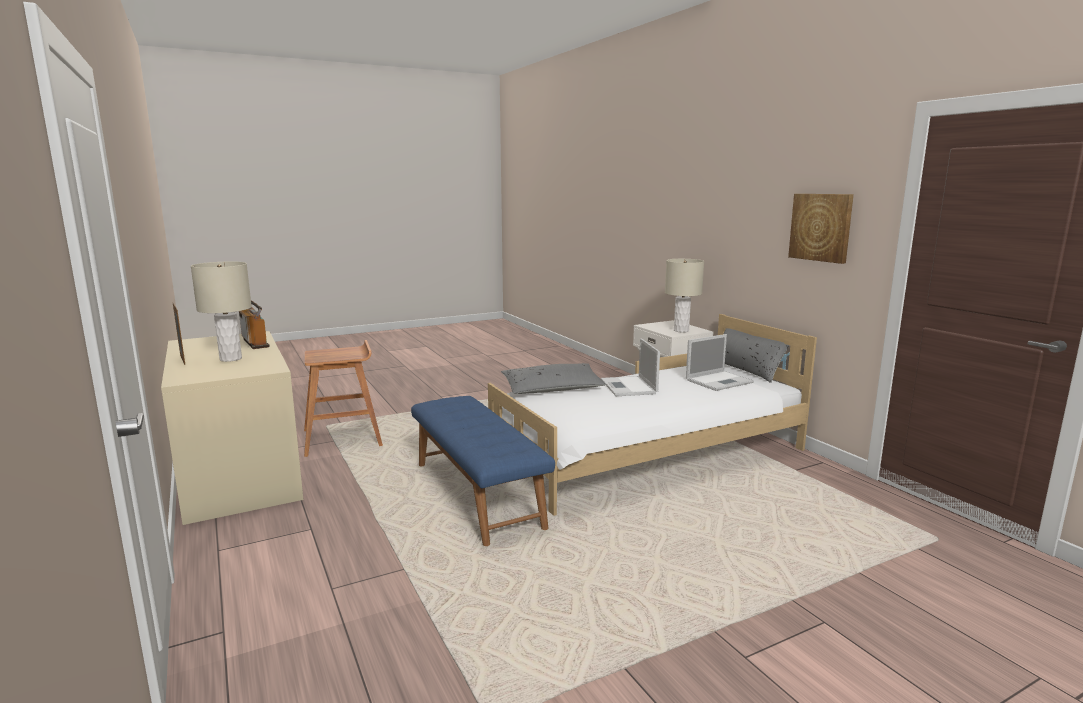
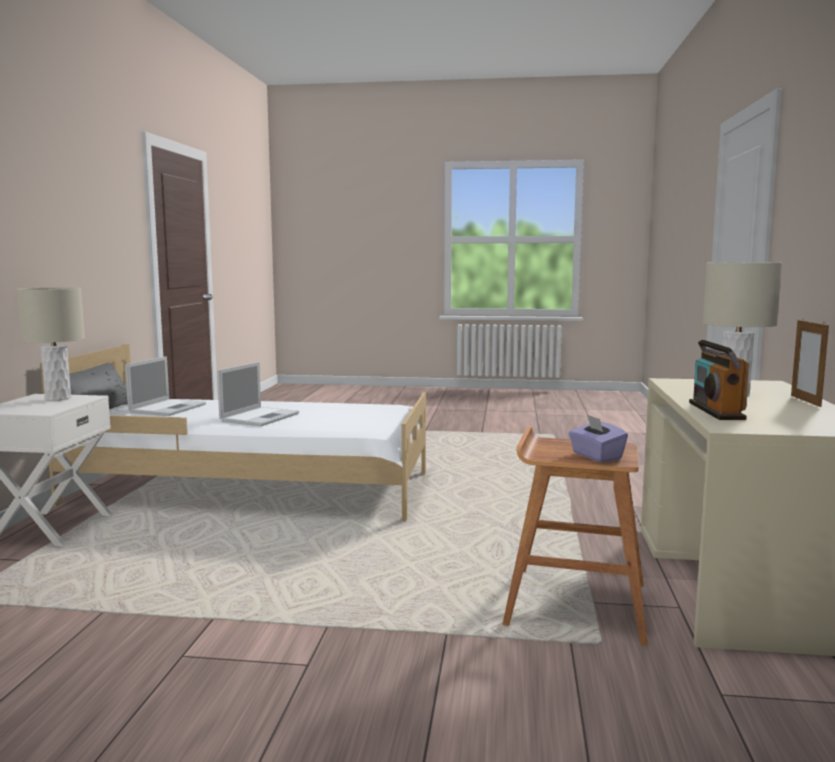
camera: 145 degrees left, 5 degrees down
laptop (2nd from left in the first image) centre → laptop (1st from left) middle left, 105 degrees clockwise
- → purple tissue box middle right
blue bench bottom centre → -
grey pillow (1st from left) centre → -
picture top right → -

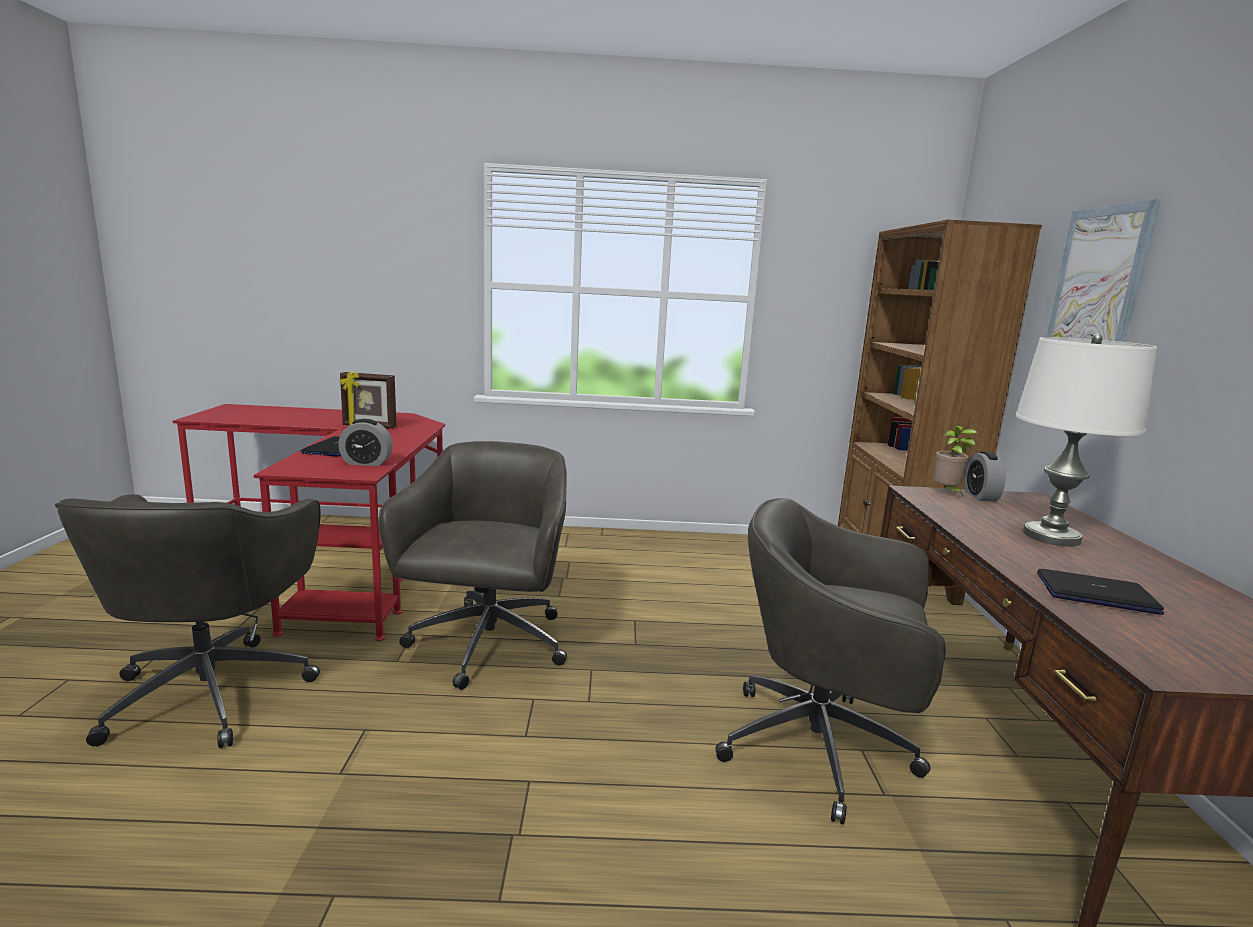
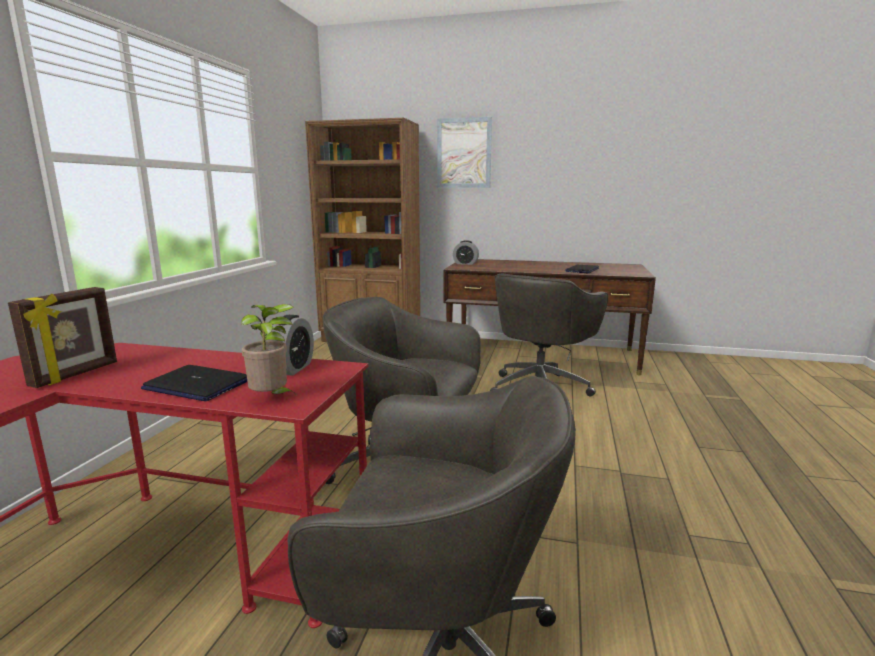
camera: 75 degrees left, 0 degrees up
potted plant middle right → potted plant middle left, move
white table lamp middle right → -

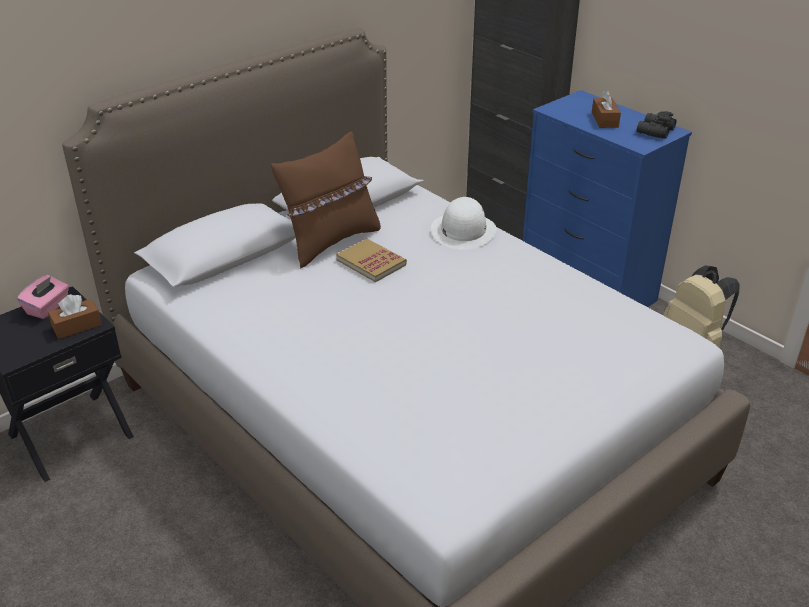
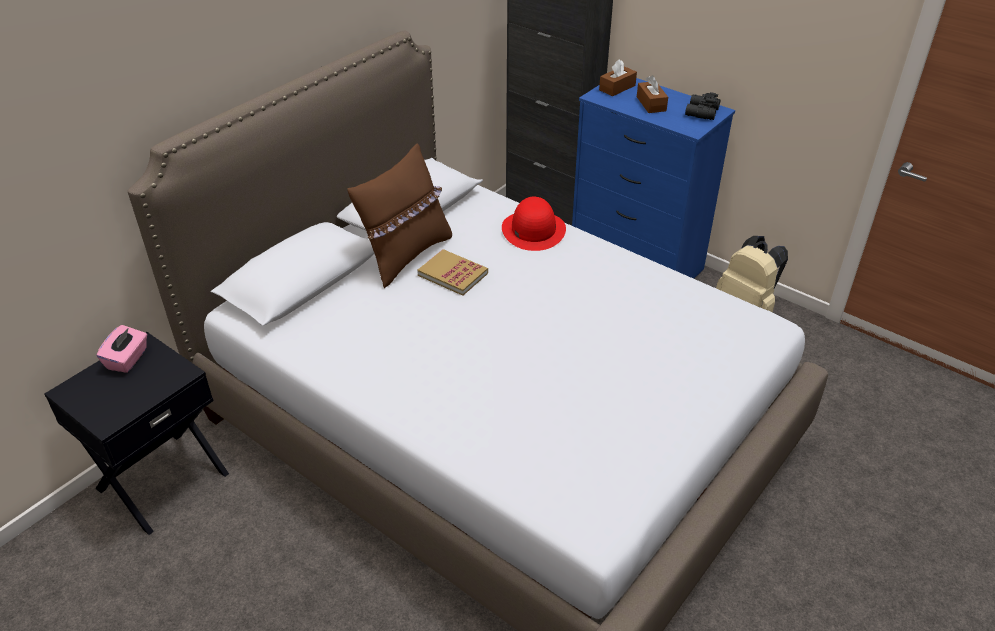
camera: 10 degrees left, 5 degrees up
white hat centre → red hat centre
brown tissue box (1st from left) middle left → brown tissue box (1st from left) top centre, move

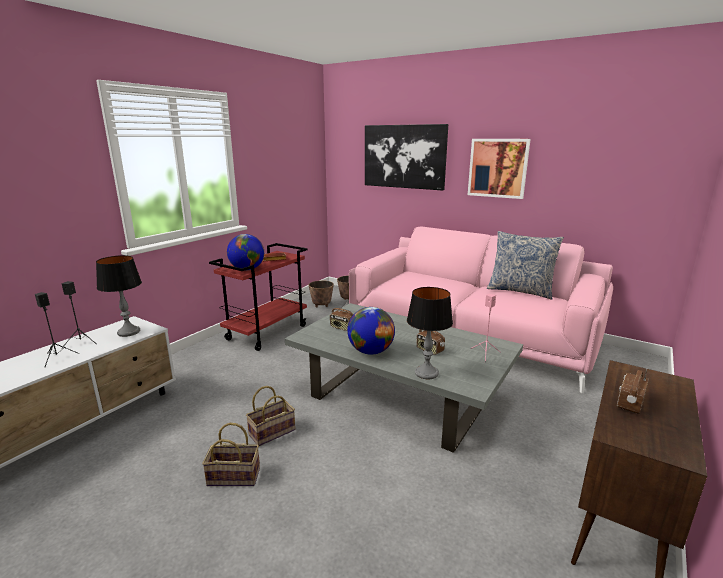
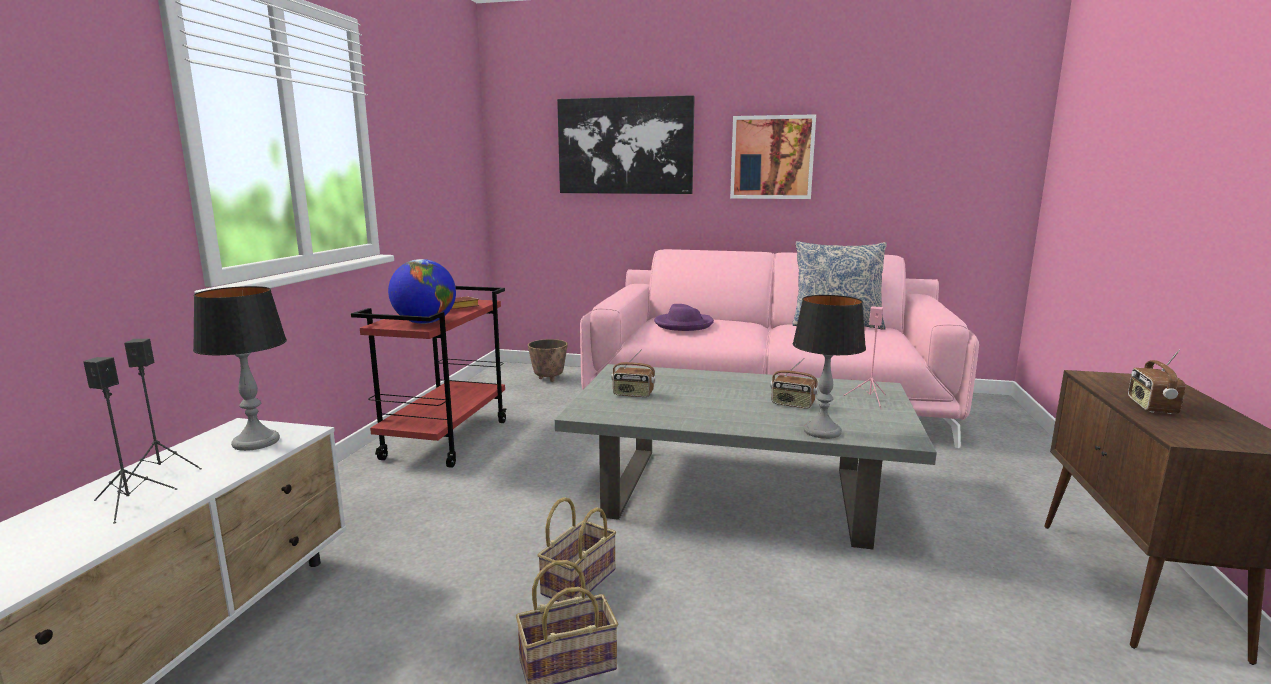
camera: 20 degrees left, 5 degrees down
- → purple hat centre
planter (1st from left) centre → -
globe (2nd from left) centre → -

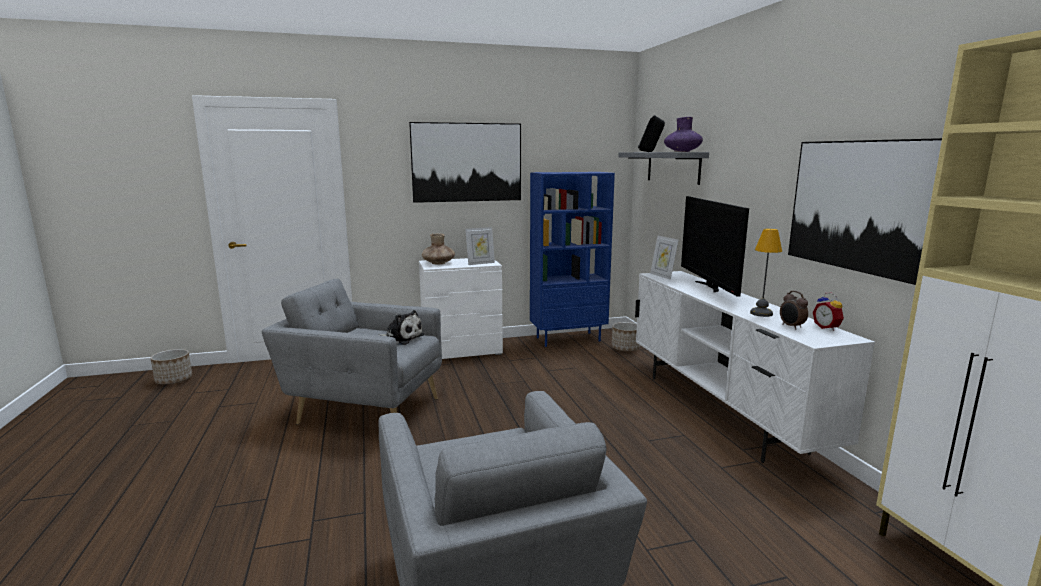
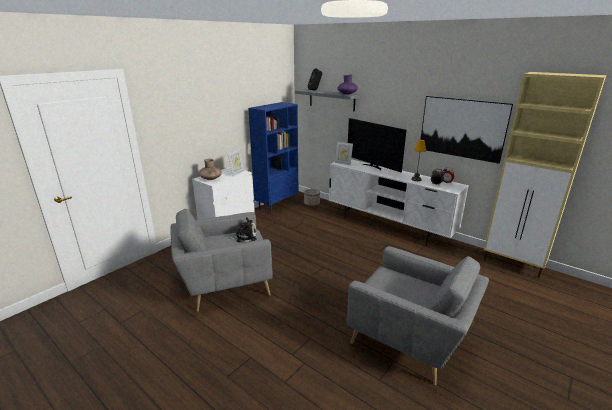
camera: 35 degrees left, 10 degrees up
planter (1st from left) middle left → -
picture (1st from left) top centre → -

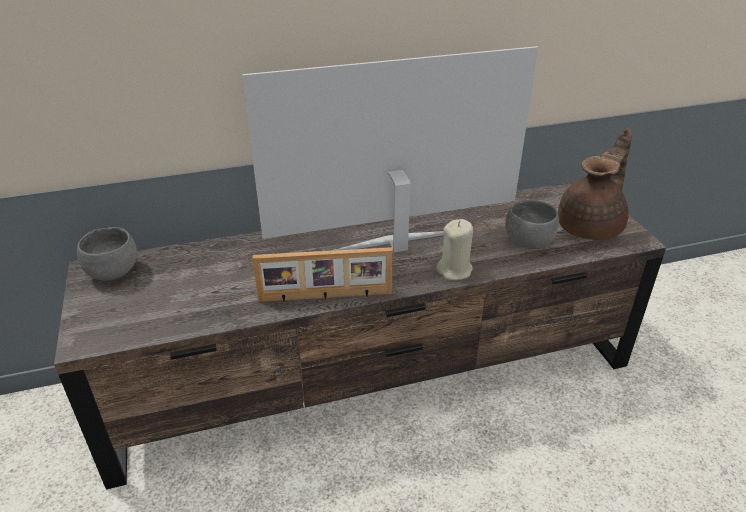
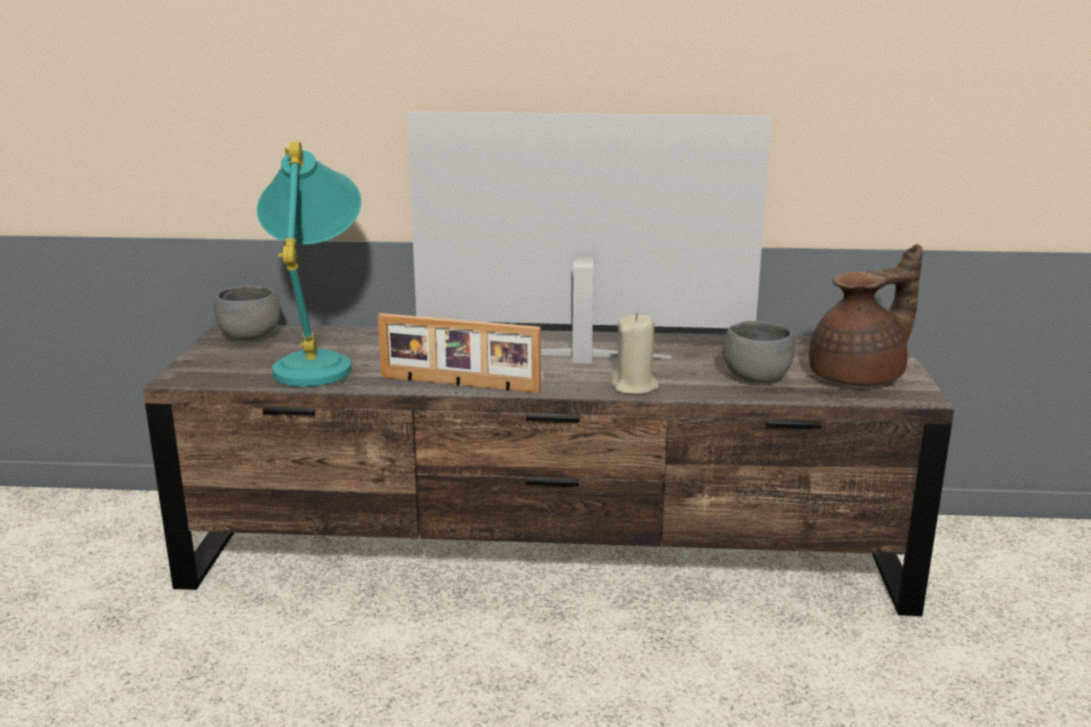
camera: 20 degrees right, 15 degrees down
- → turquoise table lamp middle left

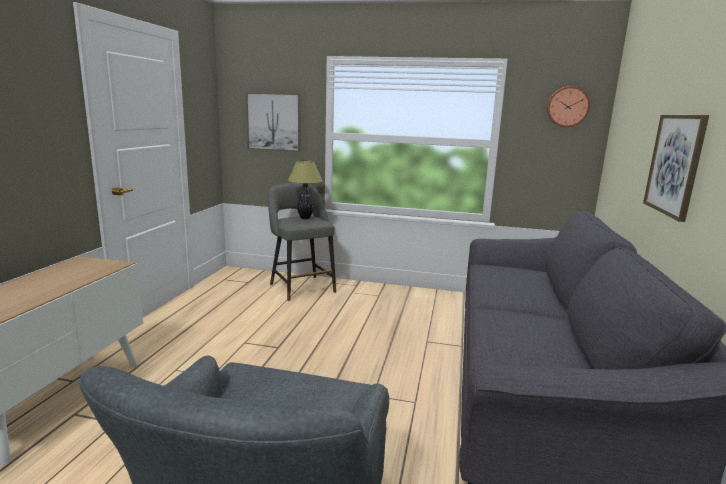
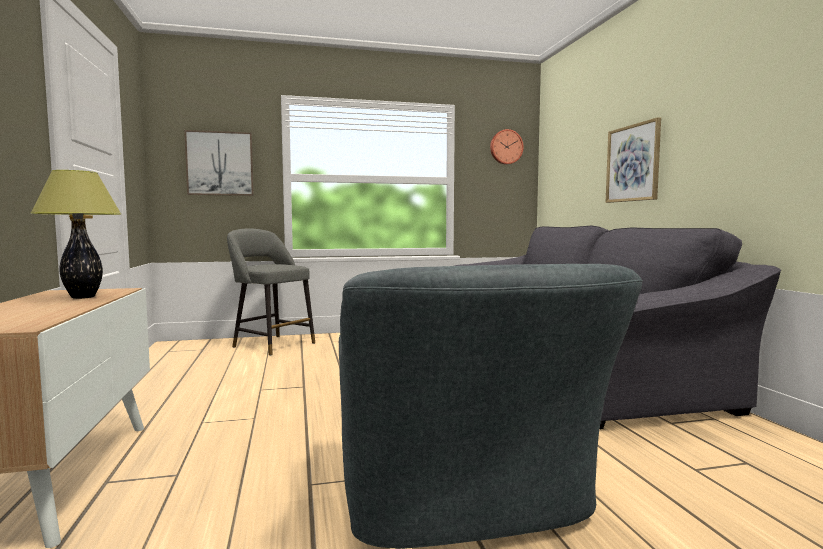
camera: 25 degrees left, 10 degrees down
table lamp centre → table lamp middle left, move

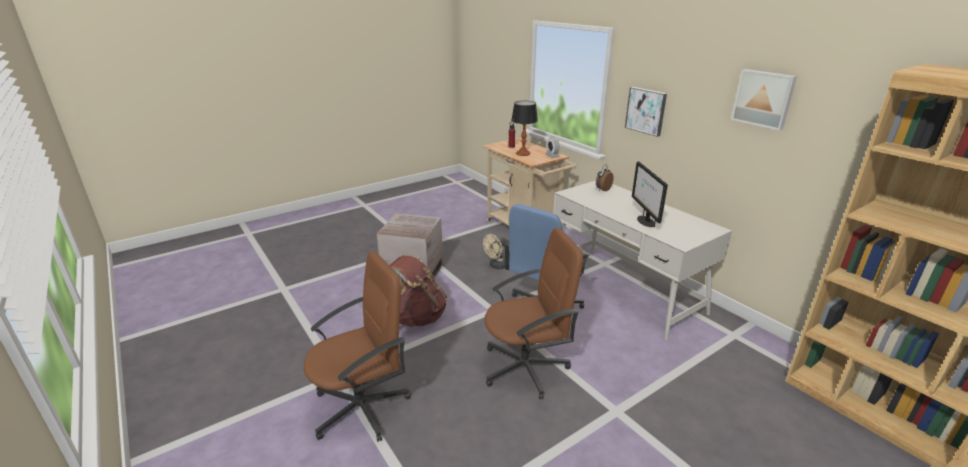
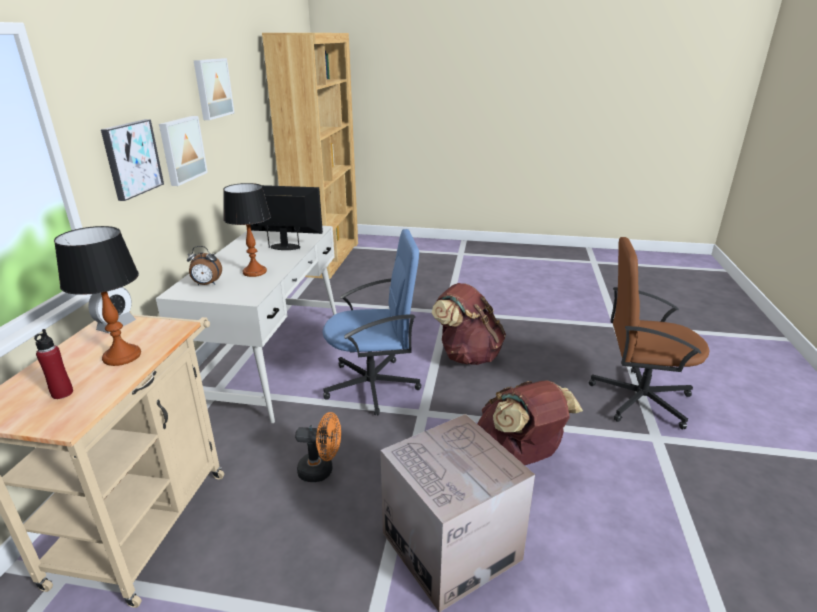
camera: 135 degrees left, 0 degrees up
- → picture (2nd from left) top left
- → table lamp (2nd from left) middle left
monitor middle right → monitor centre, 120 degrees counterclockwise
beige fan centre → orange fan bottom centre
brown office chair (2nd from left) bottom centre → brown backpack (1st from left) centre

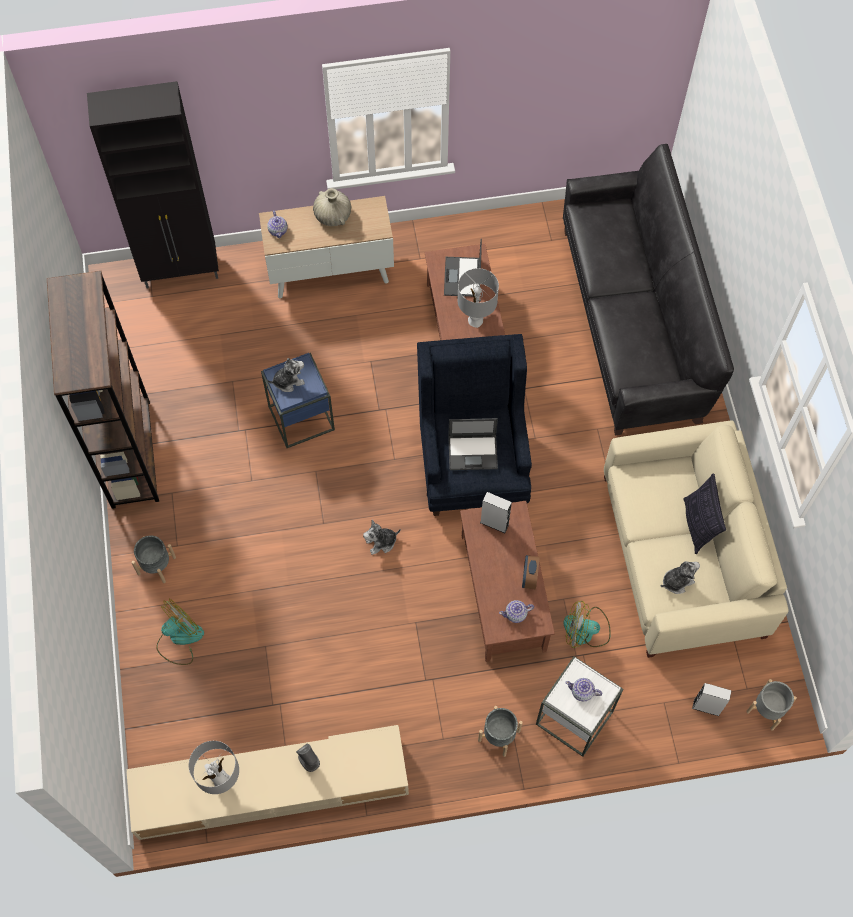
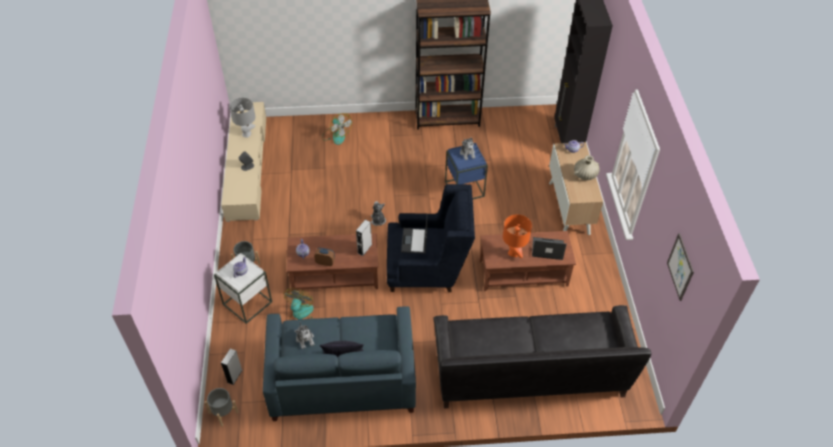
camera: 95 degrees right, 15 degrees down
beige sofa middle right → blue sofa bottom centre
grey table lamp (2nd from left) top centre → orange table lamp centre
- → picture middle right
grey planter (1st from left) middle left → -

